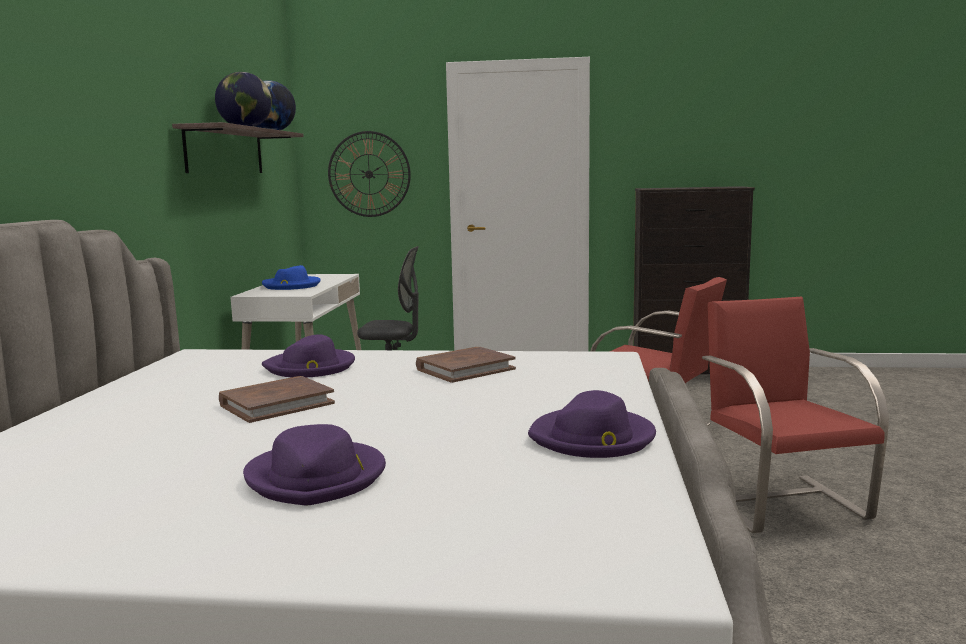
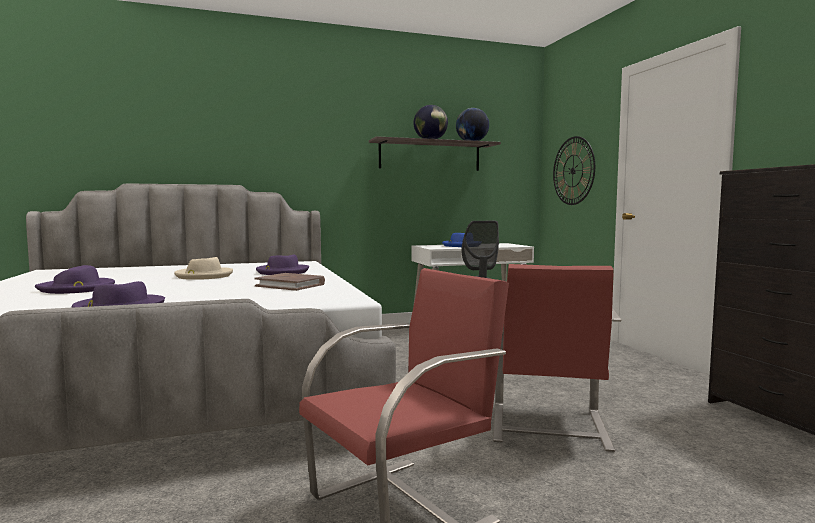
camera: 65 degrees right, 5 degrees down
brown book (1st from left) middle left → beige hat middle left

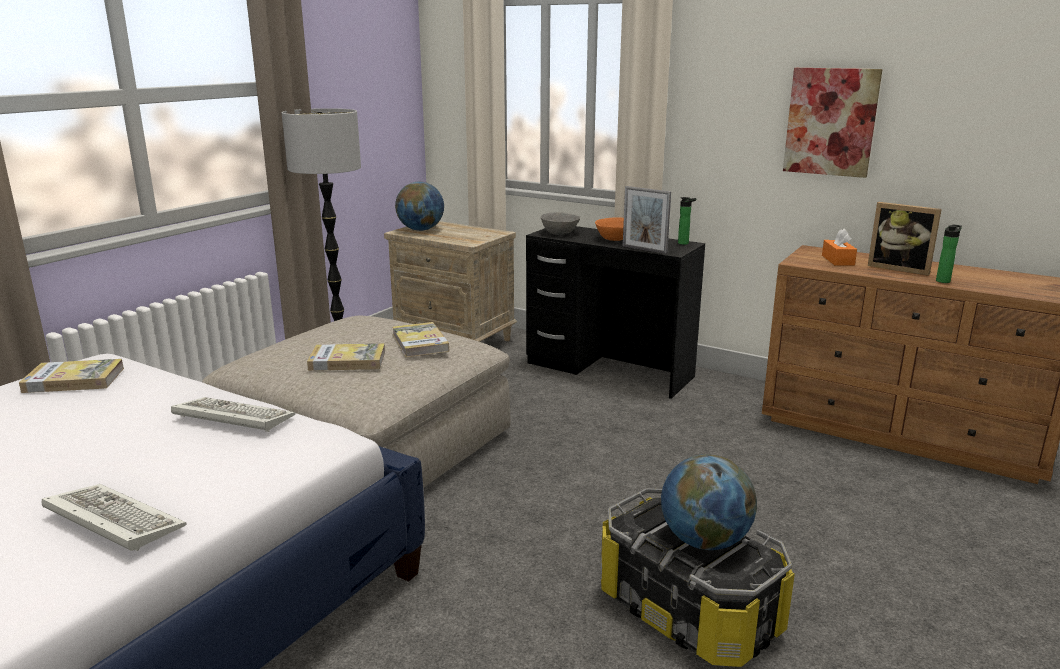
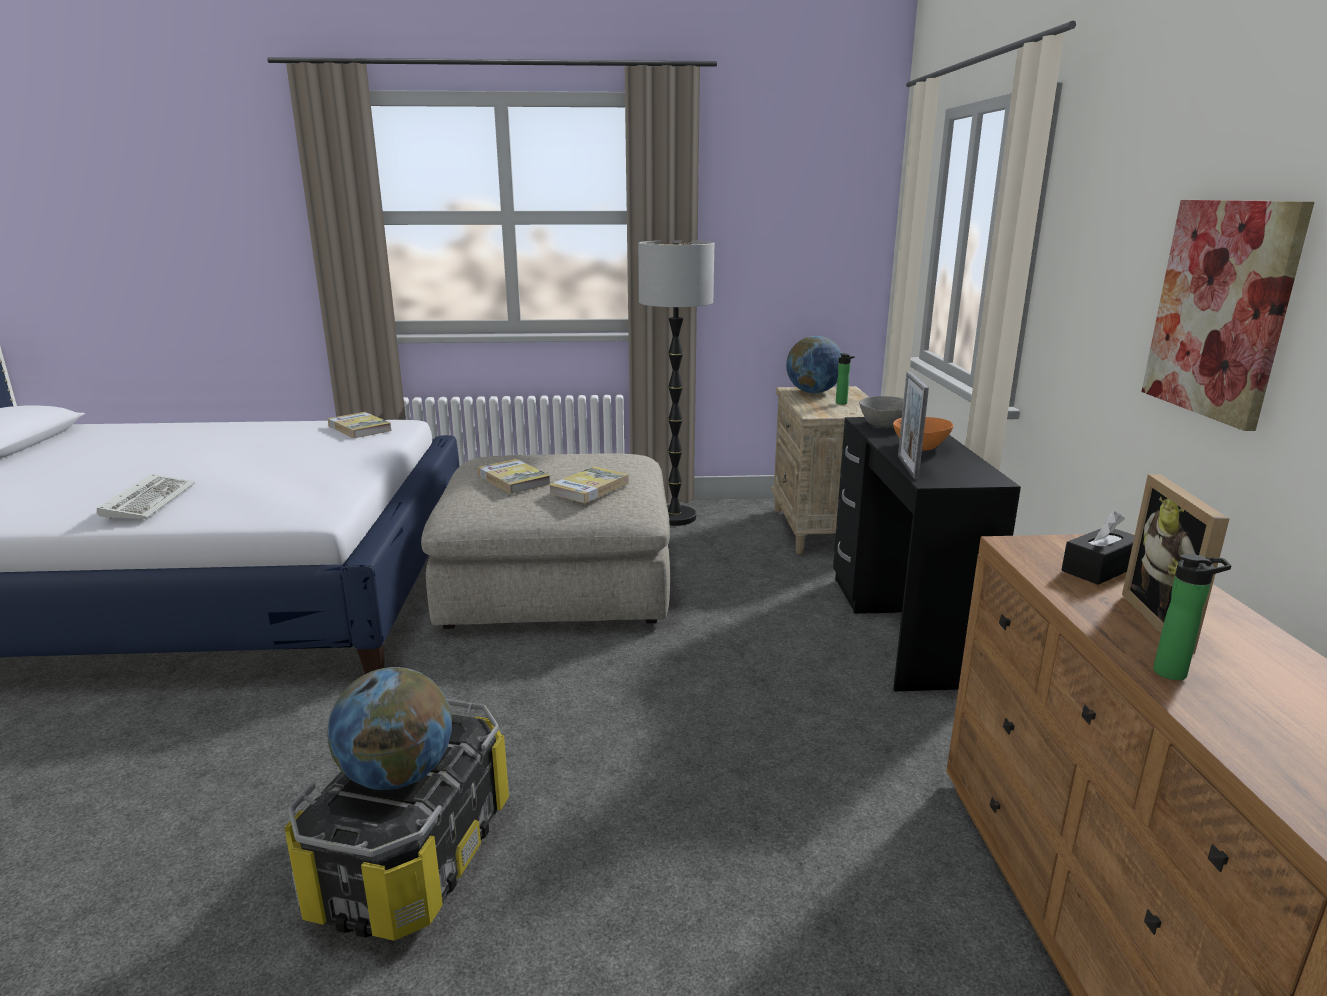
camera: 55 degrees right, 0 degrees up
bottle (1st from left) top centre → bottle (1st from left) centre, move
orange tissue box middle right → black tissue box middle right
keyboard (2nd from left) middle left → -

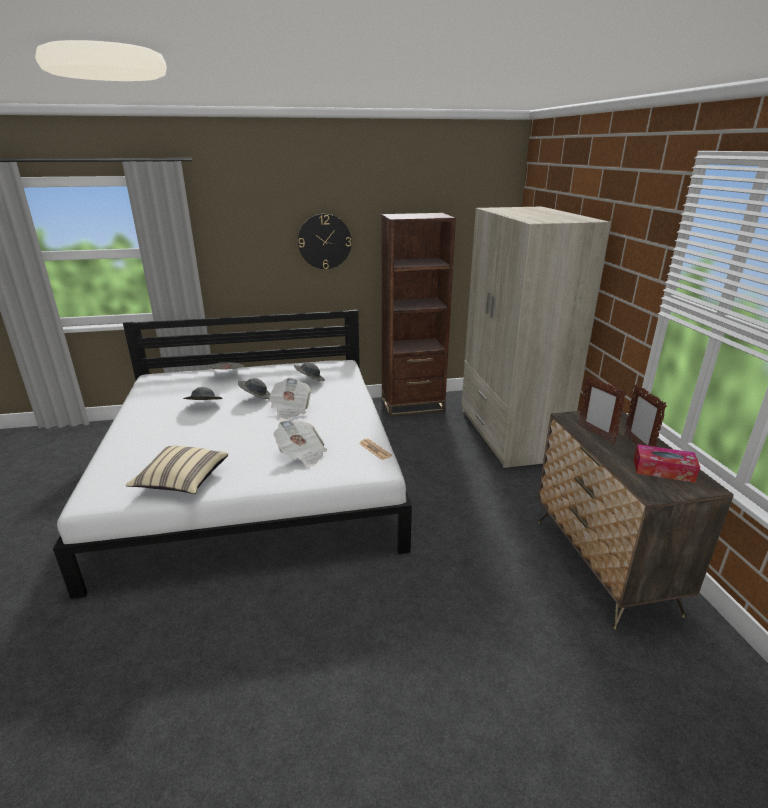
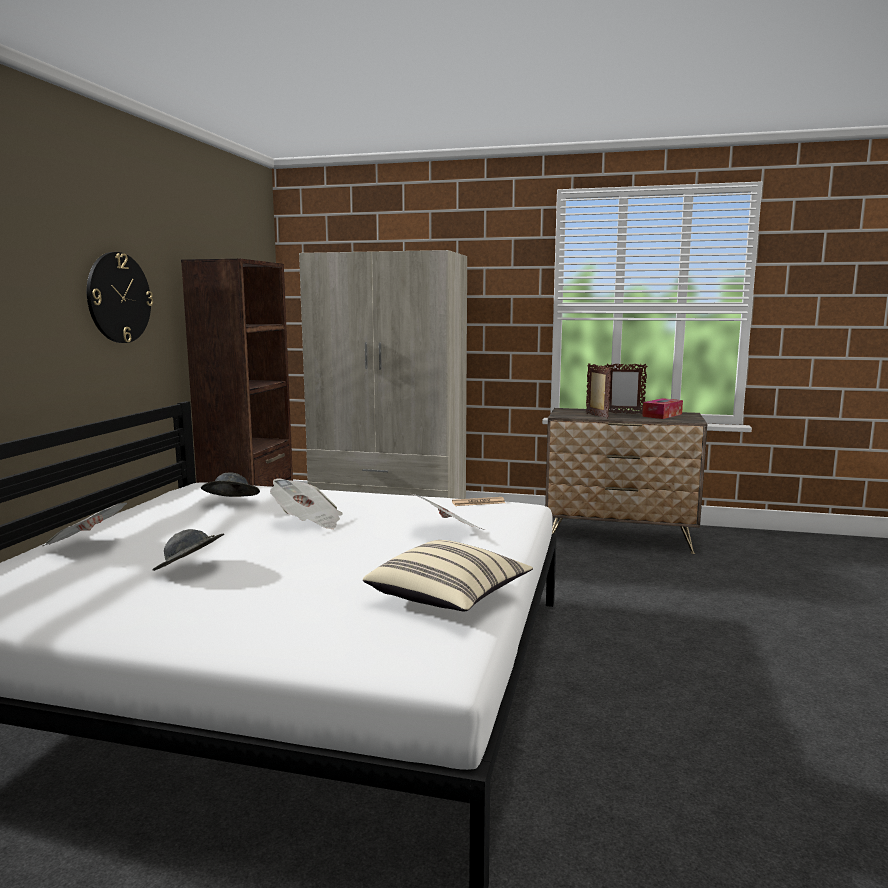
camera: 65 degrees left, 15 degrees down
picture frame (1st from left) middle right, 105 degrees counterclockwise
grey hat (2nd from left) middle left → -

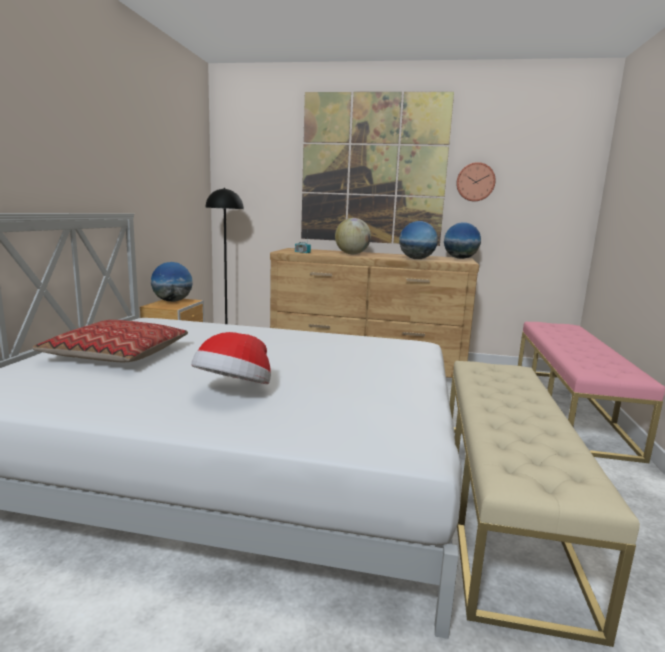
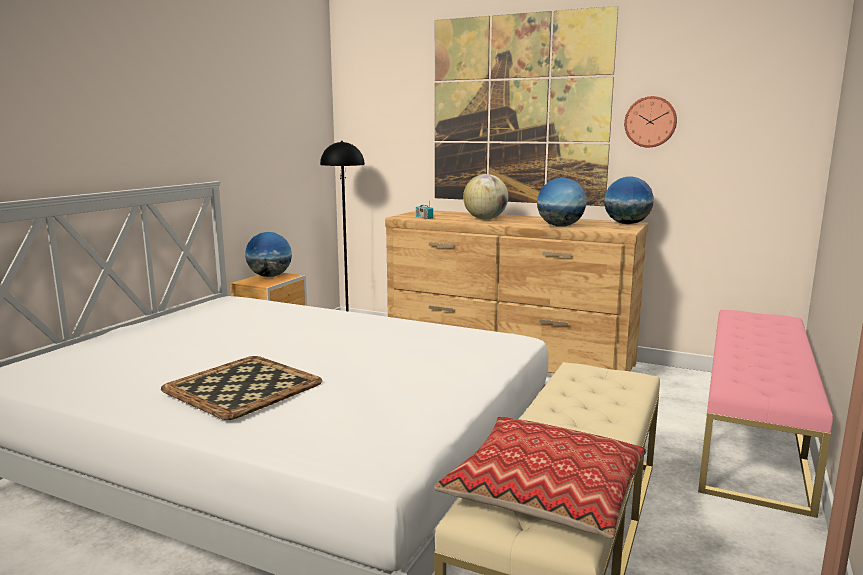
camera: 15 degrees right, 0 degrees up
hat centre → tray bottom left
pillow middle left → pillow bottom centre, move

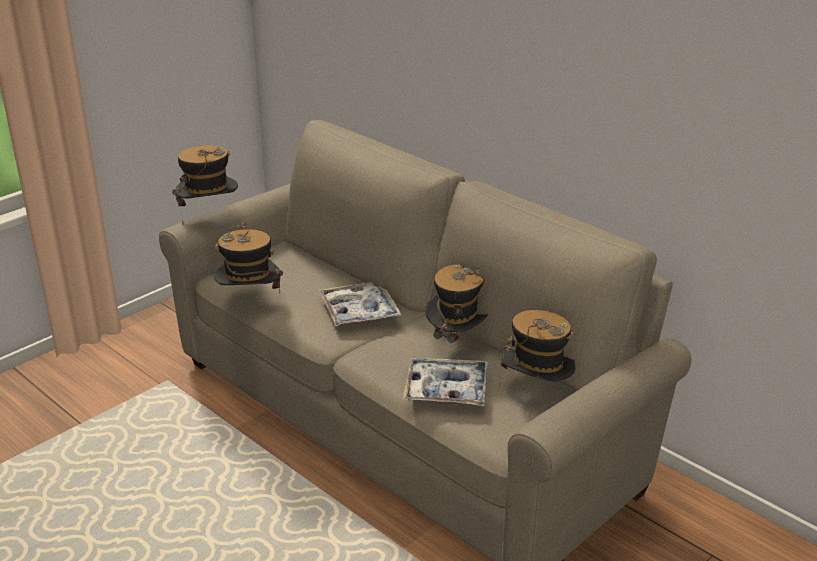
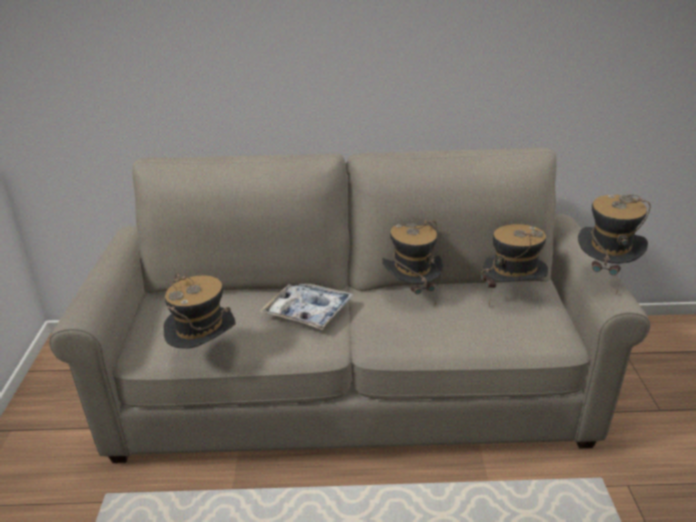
camera: 45 degrees left, 0 degrees up
hat (1st from left in the first image) top left → hat (4th from left) middle right, move
tray (2nd from left) bottom centre → -

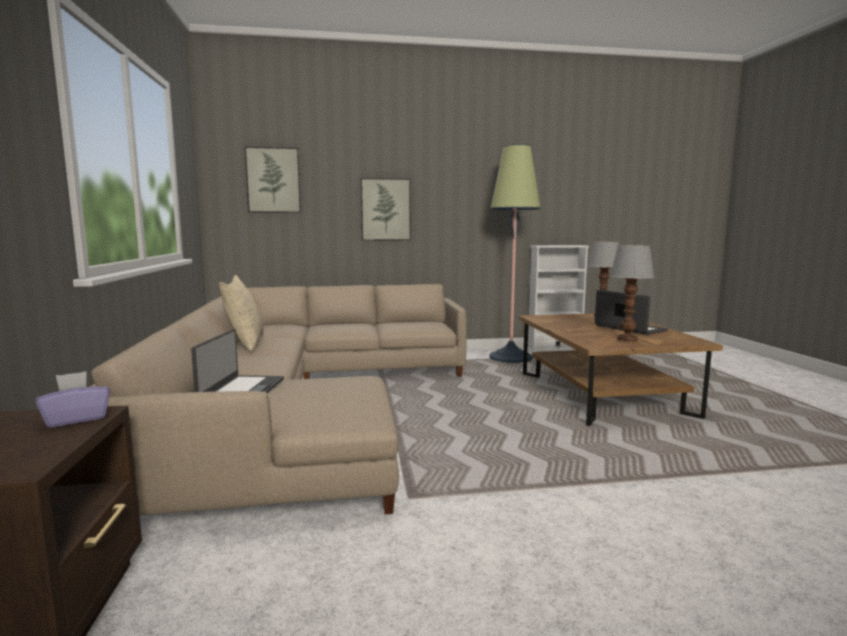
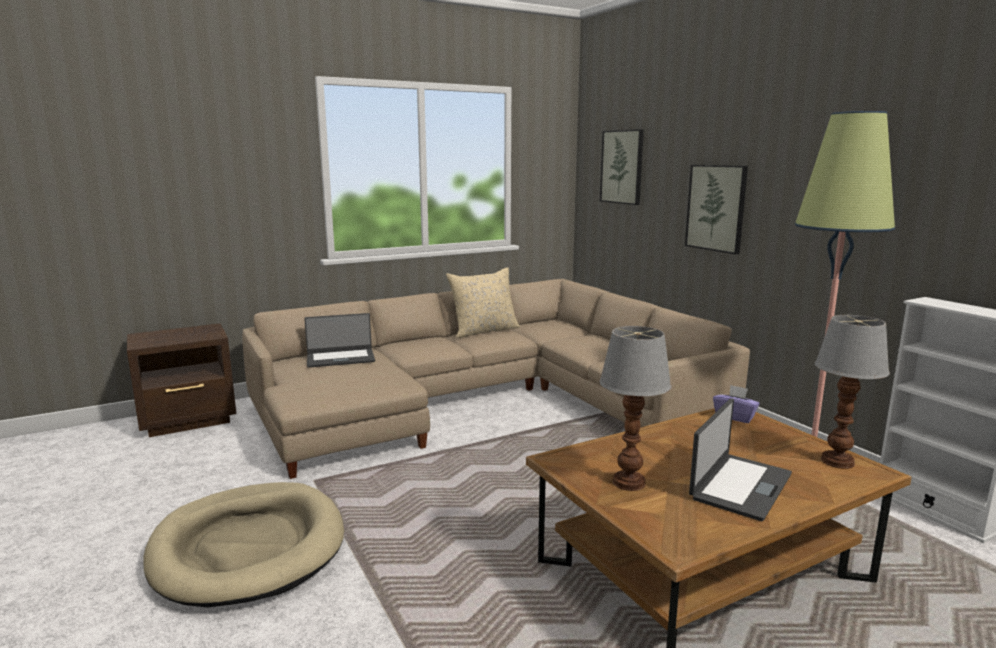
camera: 70 degrees right, 5 degrees up
- → beige dog bed bottom left
purple tissue box middle left → purple tissue box middle right, move

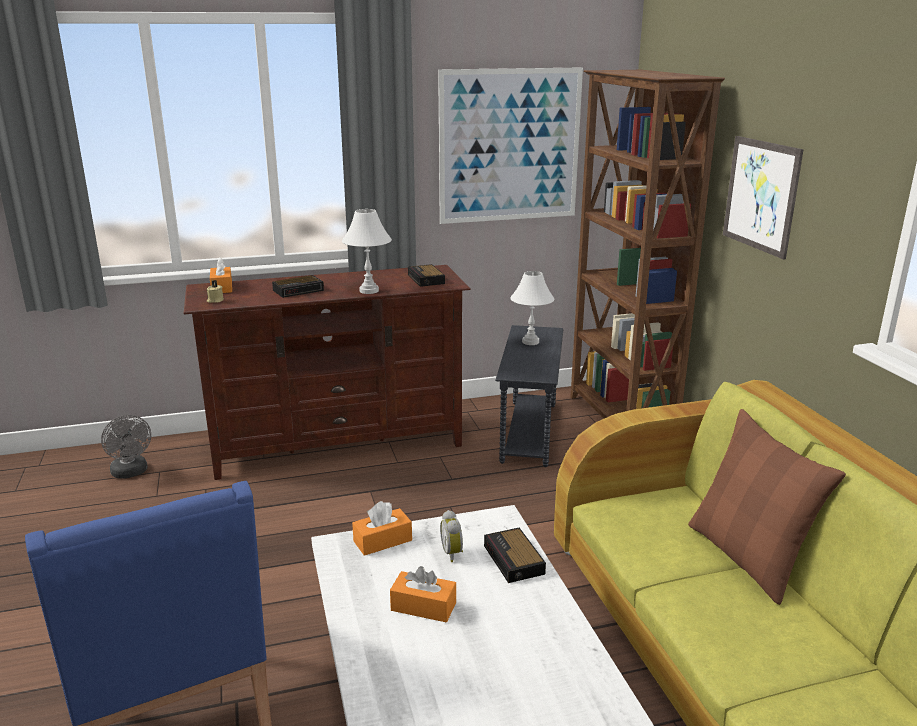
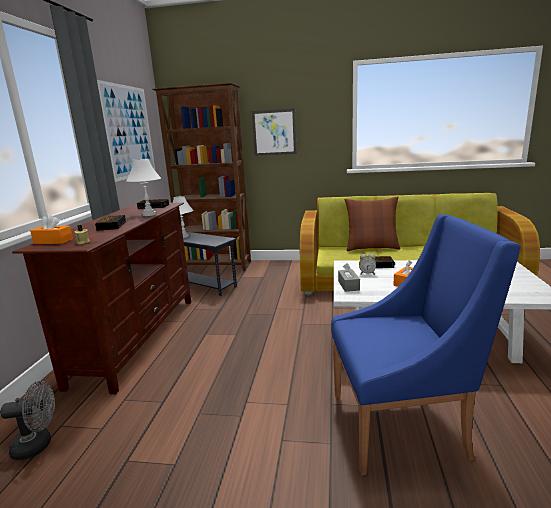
camera: 65 degrees left, 5 degrees down
orange tissue box (2nd from left) bottom centre → grey tissue box centre

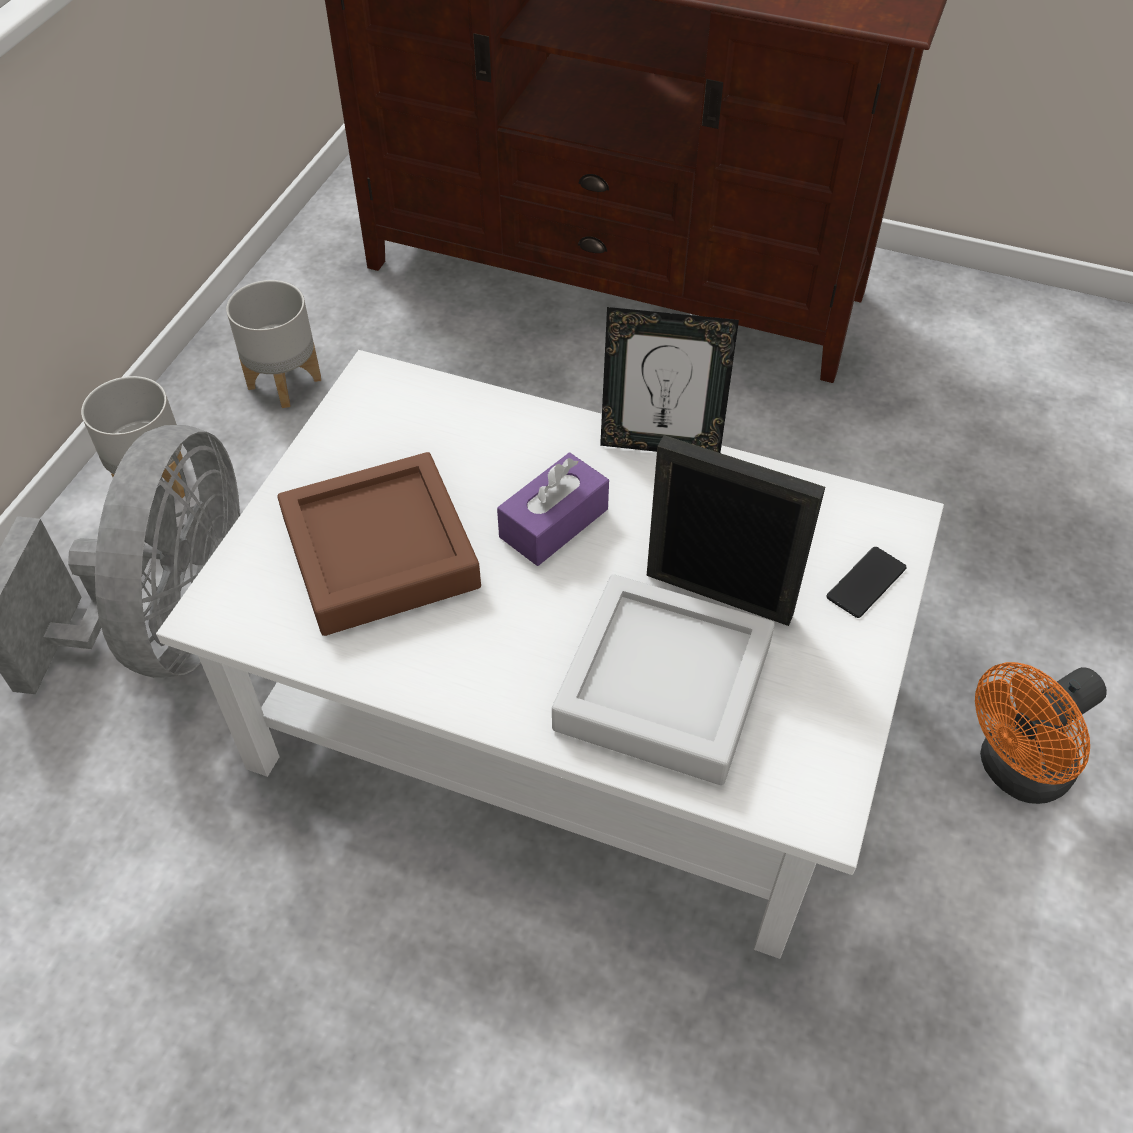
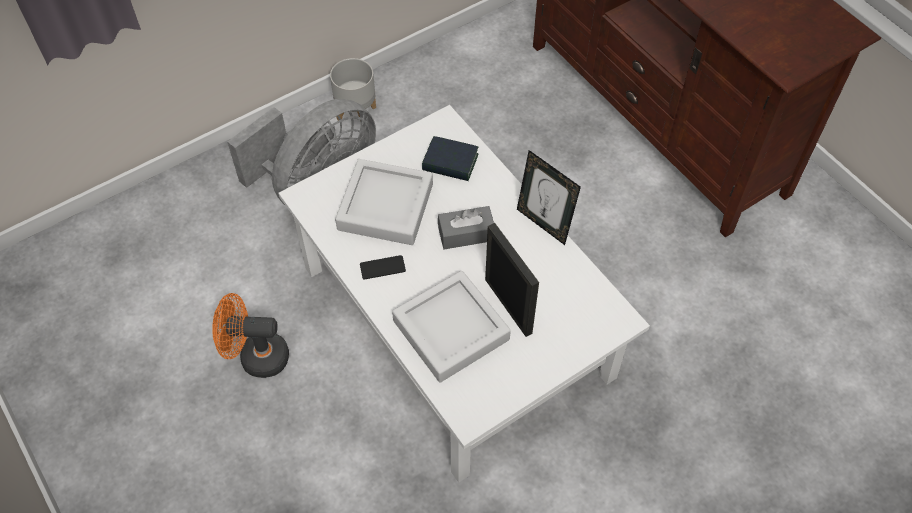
camera: 35 degrees right, 5 degrees up
orange fan middle right → orange fan middle left, move
brown tray centre → grey tray (1st from left) centre
phone middle right → phone centre, move
- → book top centre
purple tissue box centre → grey tissue box centre
grey planter (2nd from left) top left → -

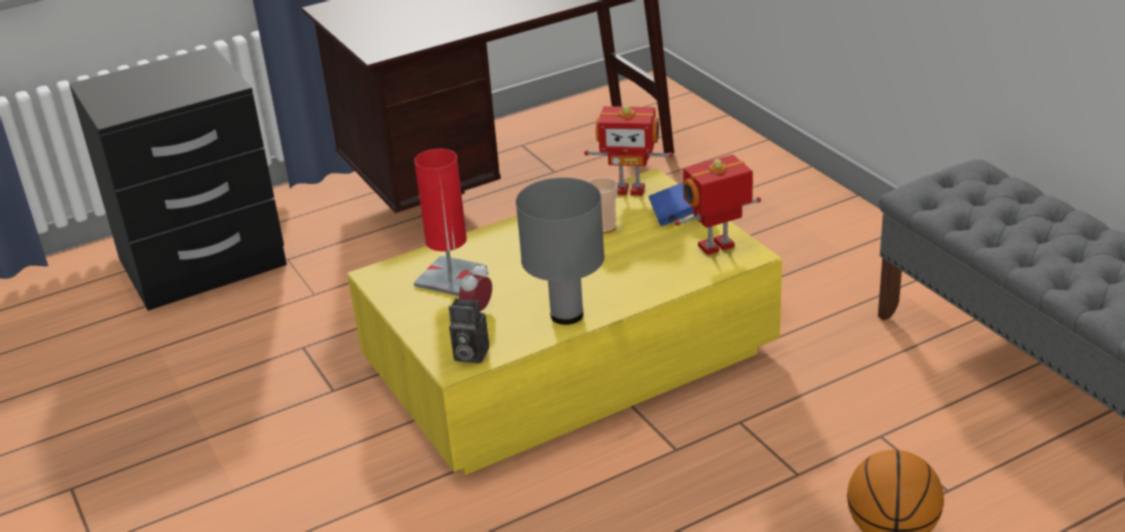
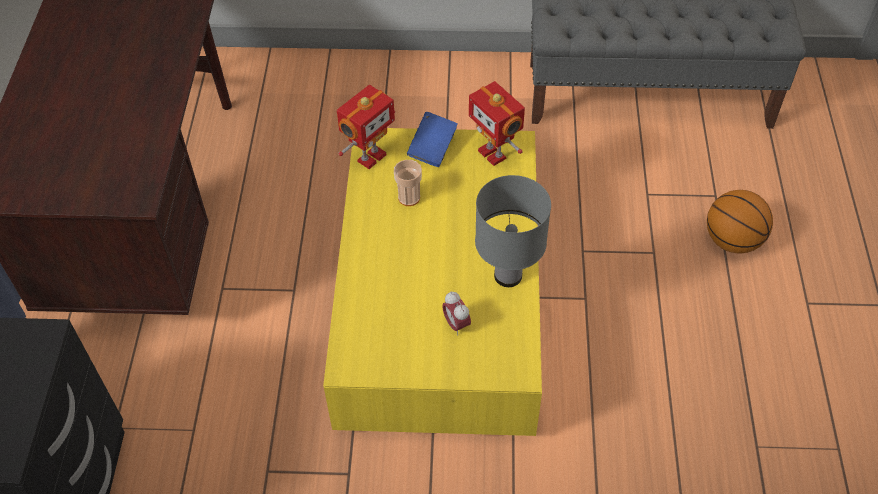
camera: 60 degrees left, 20 degrees up
toy robot (2nd from left) centre → toy robot (2nd from left) top centre, 45 degrees counterclockwise
red table lamp centre → -
photo camera centre → -

